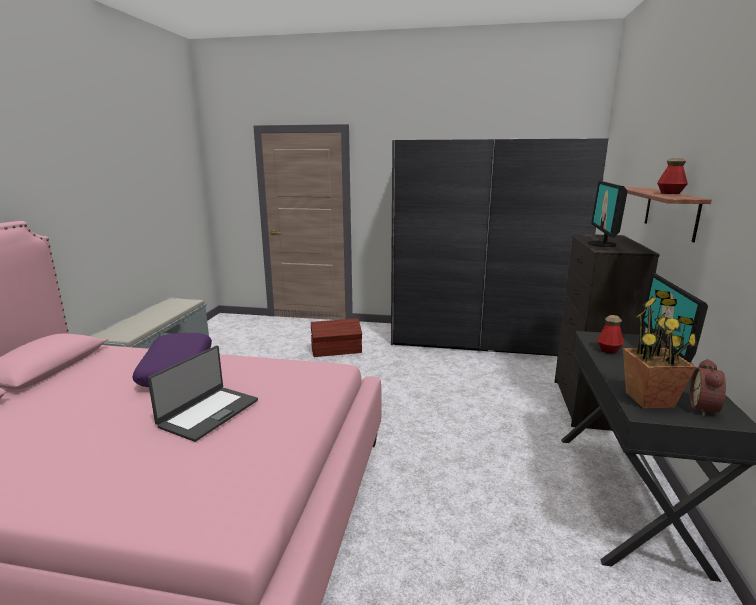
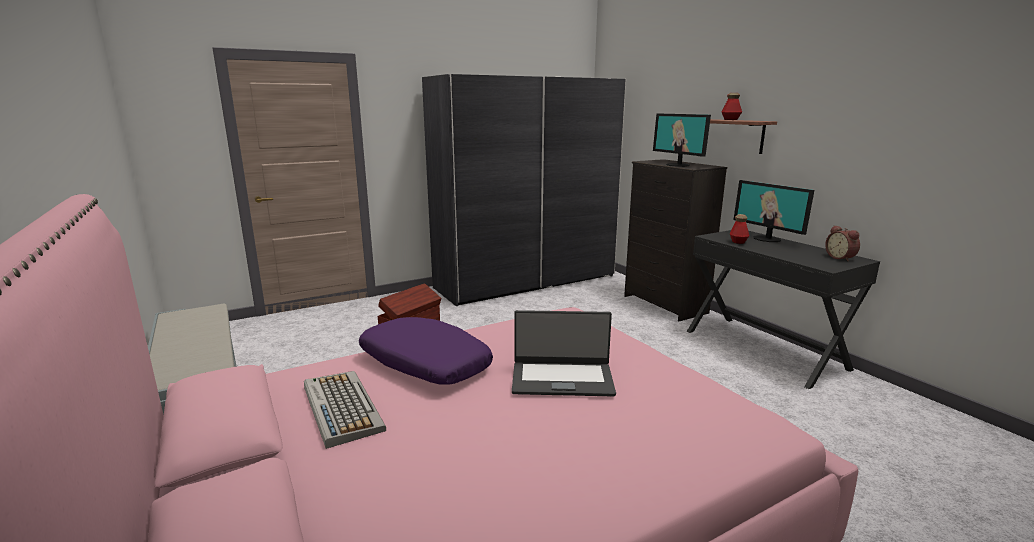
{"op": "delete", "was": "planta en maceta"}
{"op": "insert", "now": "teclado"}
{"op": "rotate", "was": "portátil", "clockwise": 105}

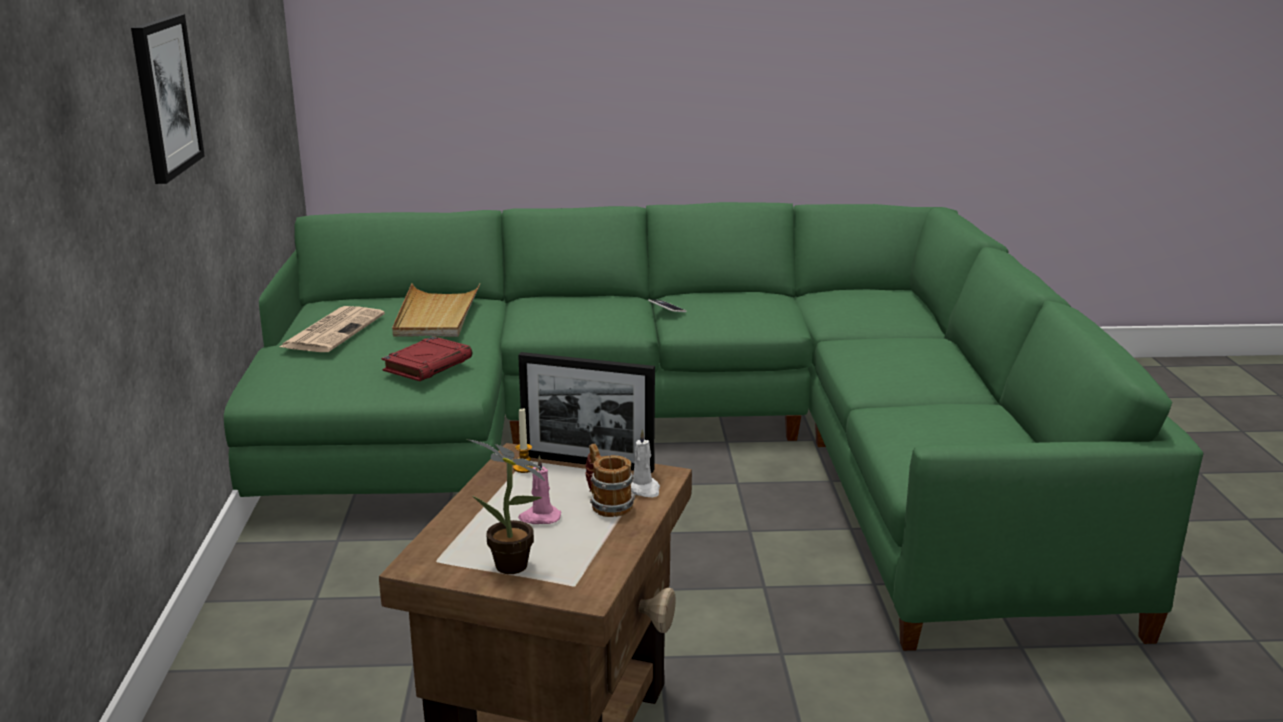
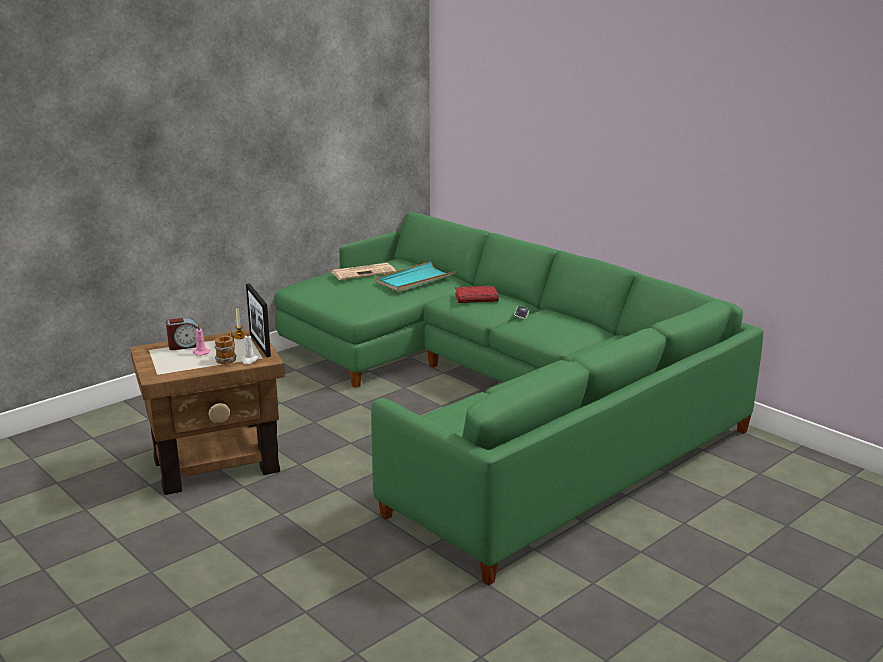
{"op": "delete", "was": "cuadro"}
{"op": "delete", "was": "planta en maceta"}
{"op": "insert", "now": "despertador"}
{"op": "move", "was": "libro (rojo)"}
{"op": "recolor", "was": "bandeja (beis)", "now": "bandeja (turquesa)"}

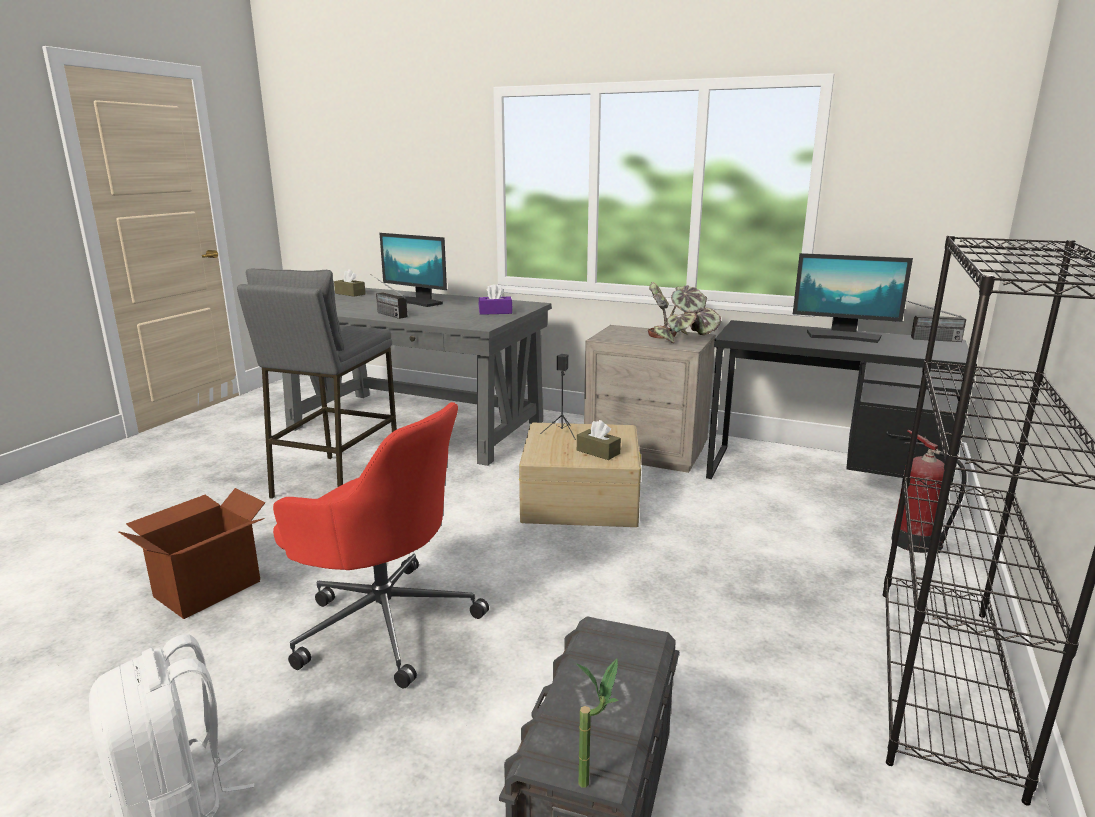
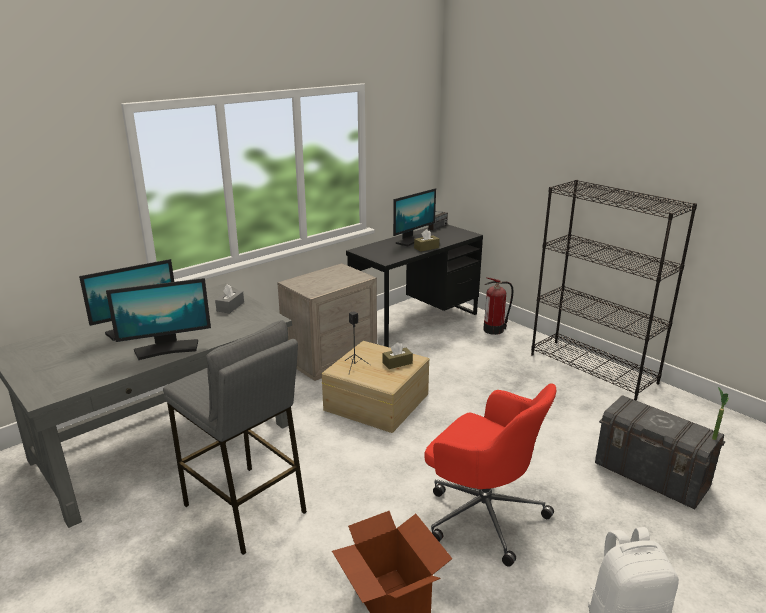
{"op": "delete", "was": "planta en maceta (2nd from left)"}
{"op": "move", "was": "caja de pañuelos (marrón) (1st from left in the first image)", "now": "caja de pañuelos (marrón) (2nd from left)"}
{"op": "replace", "was": "radio (1st from left)", "now": "monitor (2nd from left)"}
{"op": "recolor", "was": "caja de pañuelos (morado)", "now": "caja de pañuelos (gris)"}
{"op": "rotate", "was": "silla de oficina (rojo)", "clockwise": 75}

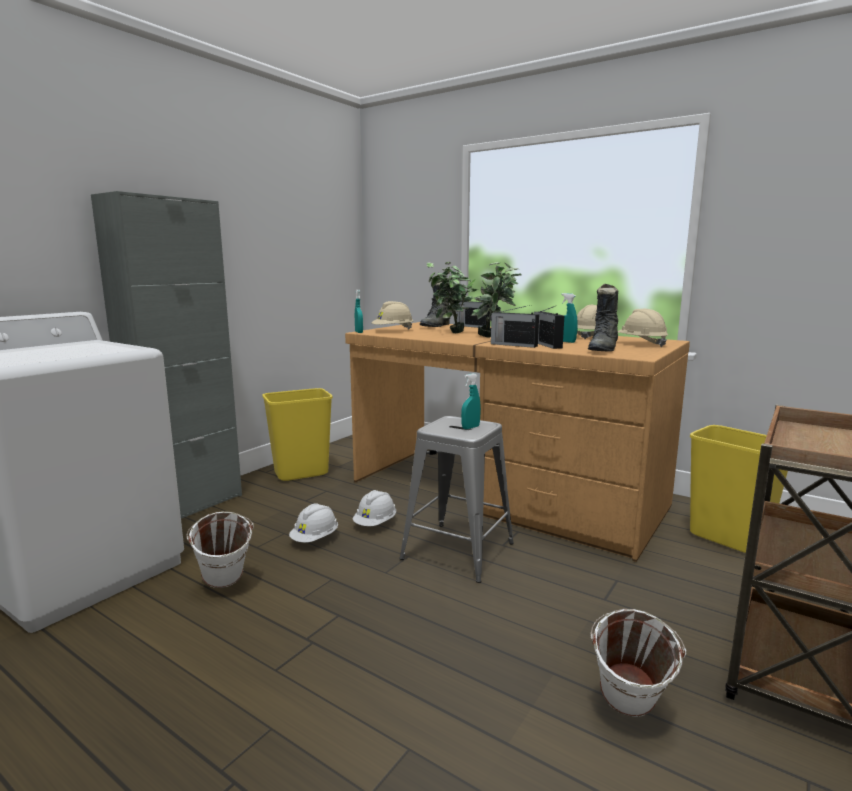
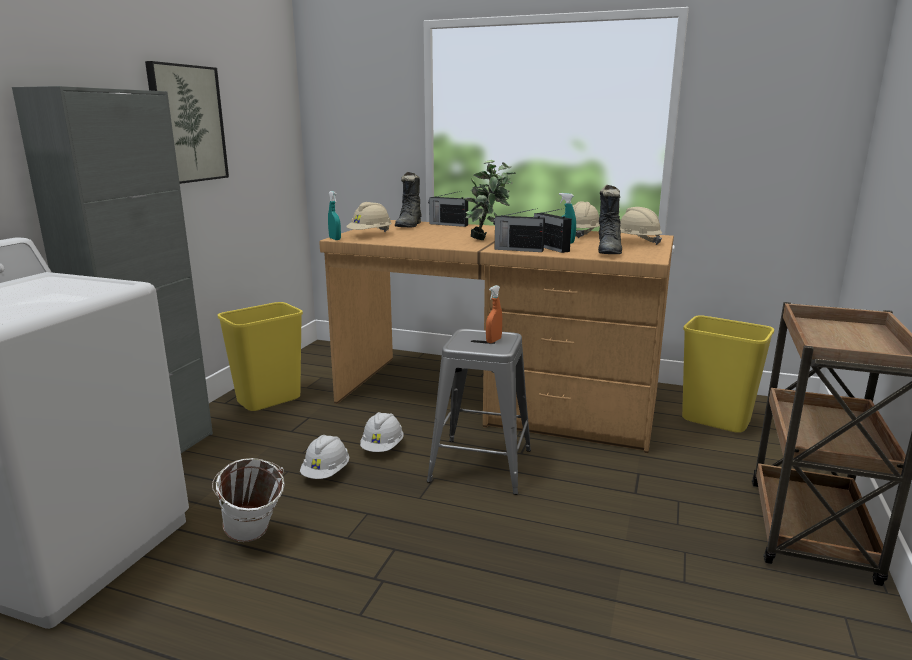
{"op": "delete", "was": "planta en maceta (1st from left)"}
{"op": "delete", "was": "cubo (blanco) (2nd from left)"}
{"op": "insert", "now": "cuadro"}
{"op": "recolor", "was": "pulverizador (turquesa) (2nd from left)", "now": "pulverizador (naranja)"}

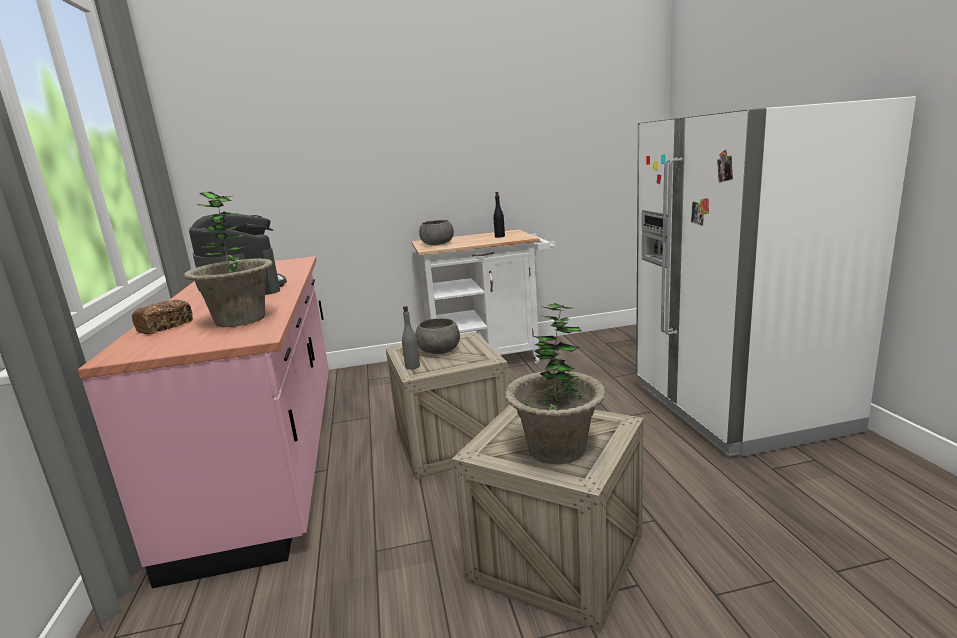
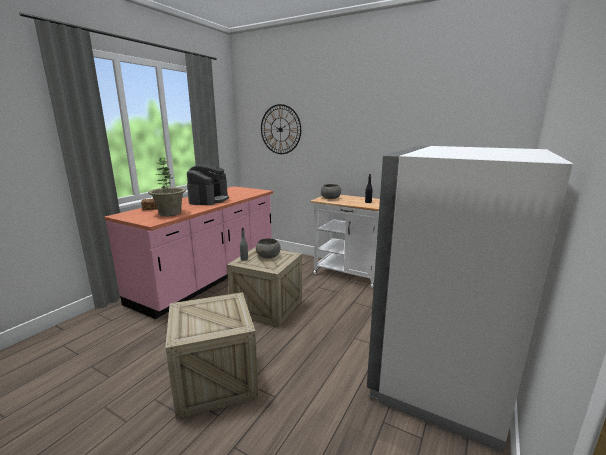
{"op": "delete", "was": "planta en maceta (2nd from left)"}
{"op": "insert", "now": "reloj de pared"}

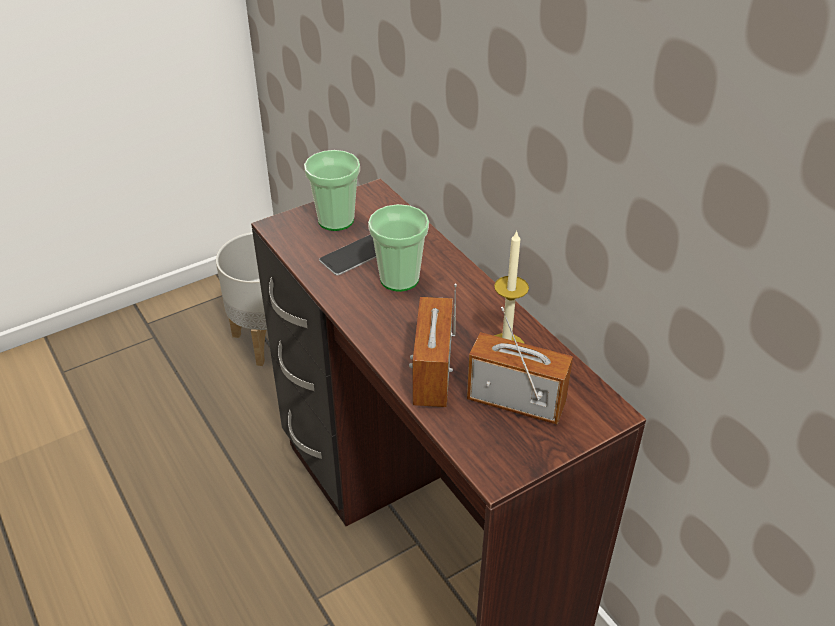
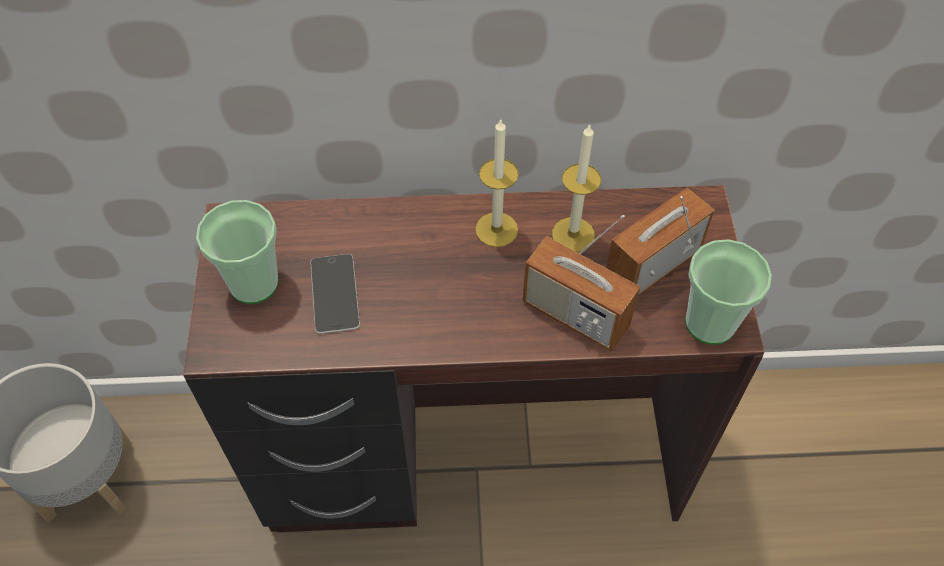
{"op": "insert", "now": "vela (1st from left)"}
{"op": "move", "was": "taza (2nd from left)"}

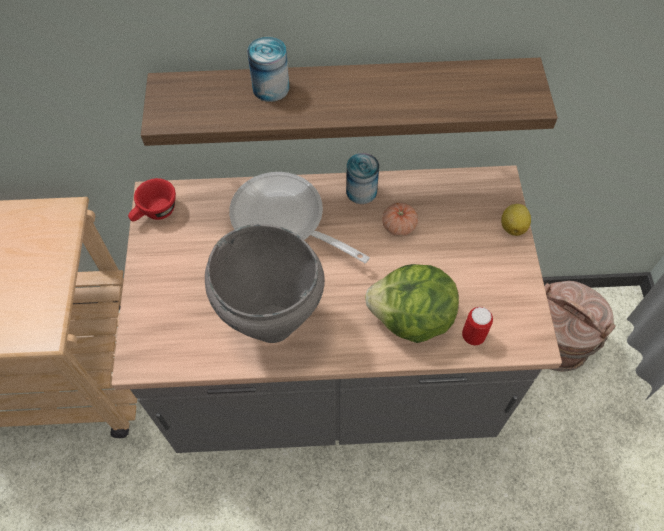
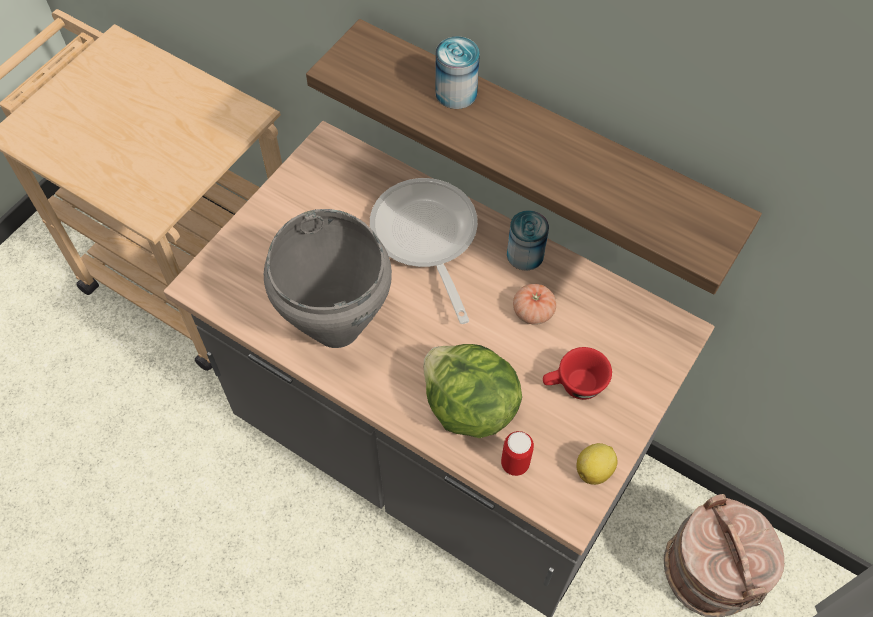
{"op": "move", "was": "taza (rojo)"}
{"op": "move", "was": "limón"}

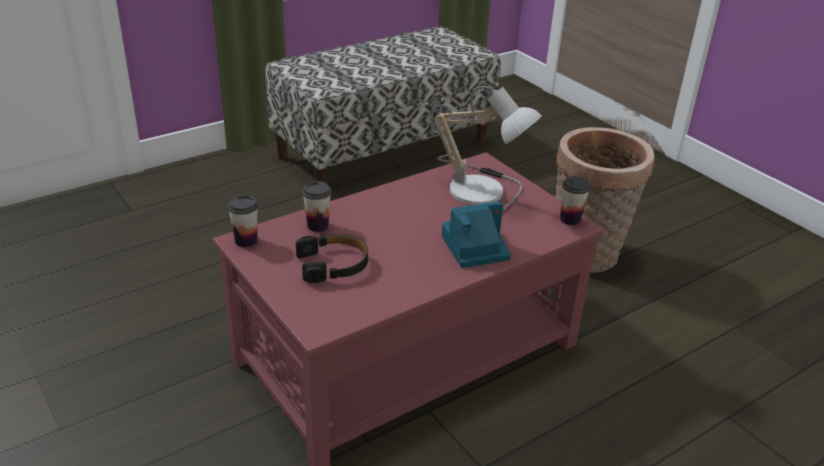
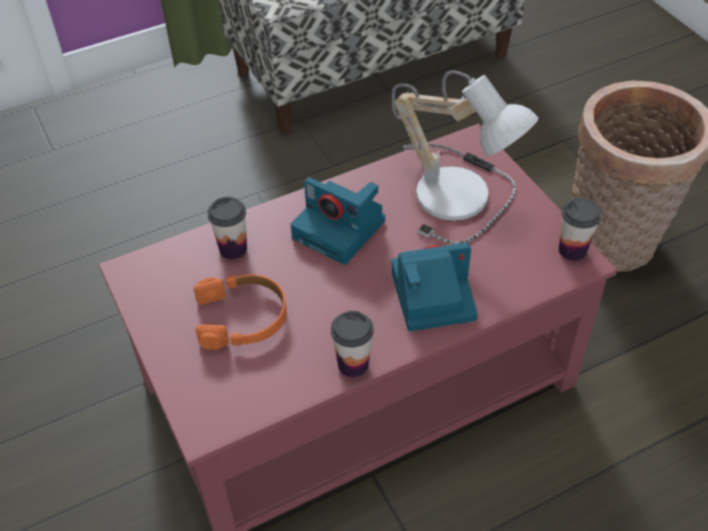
{"op": "insert", "now": "cámara (1st from left)"}
{"op": "move", "was": "taza (1st from left in the first image)", "now": "taza (2nd from left)"}
{"op": "recolor", "was": "auriculares (negro)", "now": "auriculares (naranja)"}

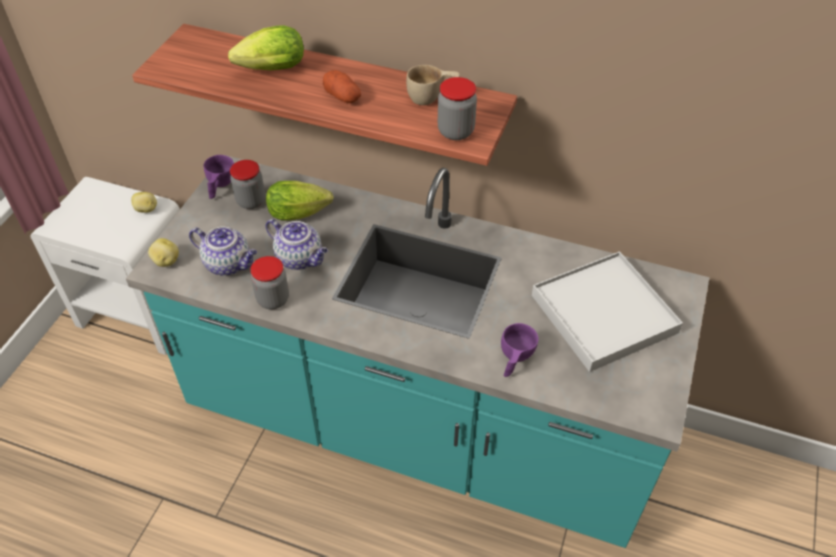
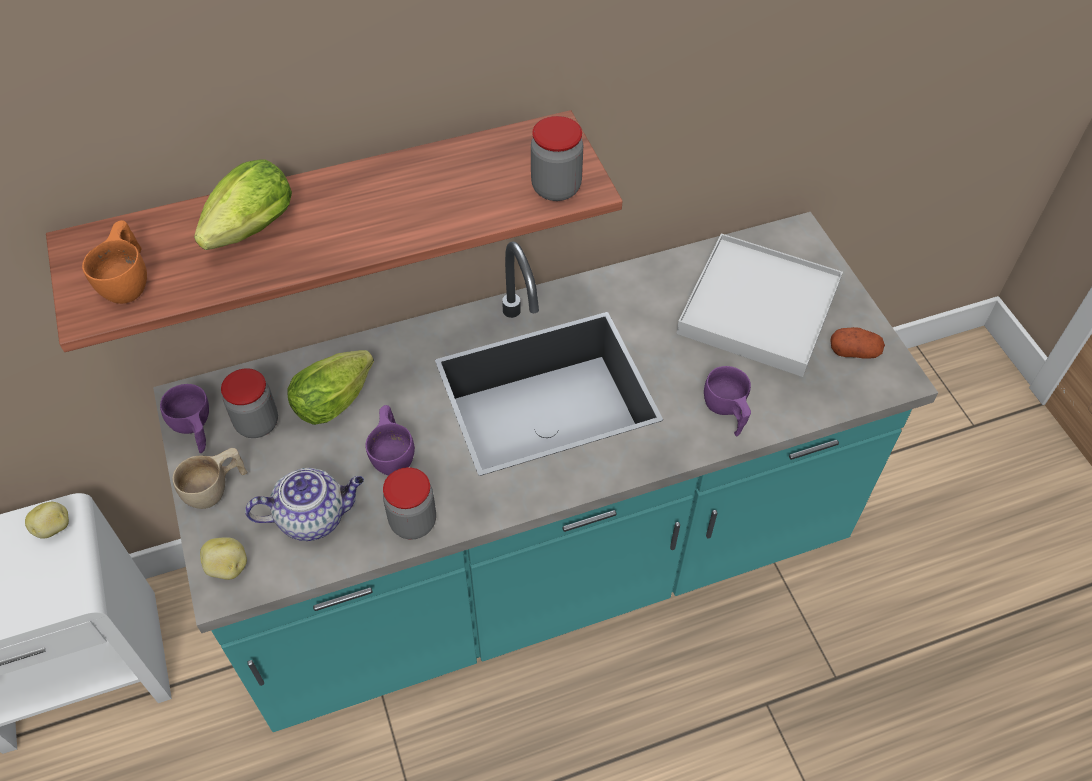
{"op": "insert", "now": "taza (naranja)"}
{"op": "move", "was": "patata (3rd from left)"}
{"op": "move", "was": "taza (beis)"}
{"op": "replace", "was": "tetera (2nd from left)", "now": "taza (morado) (2nd from left)"}

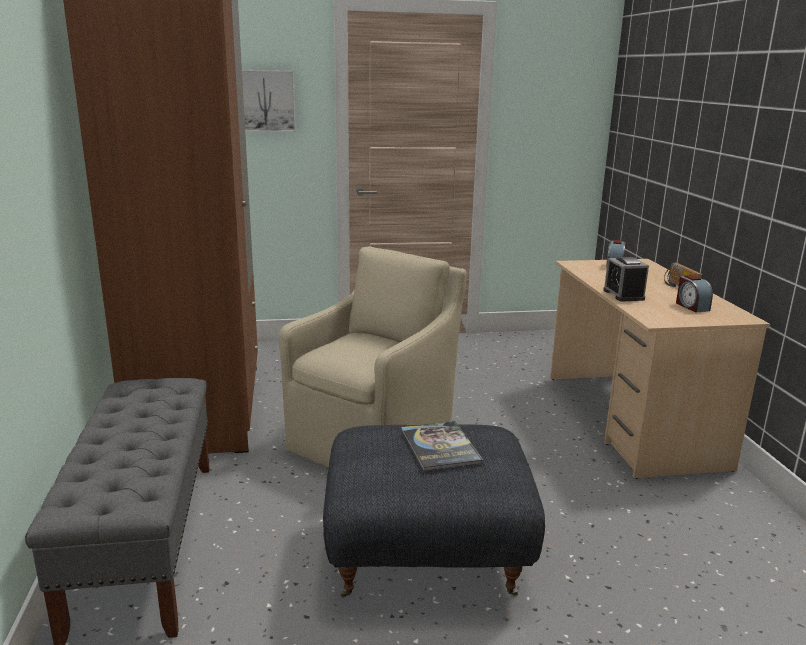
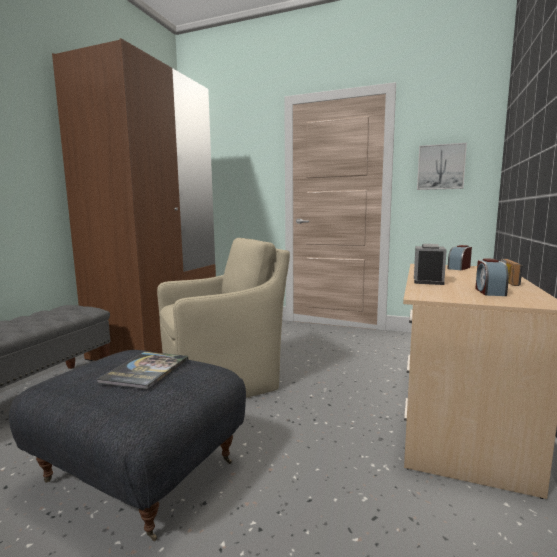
{"op": "move", "was": "cuadro"}

